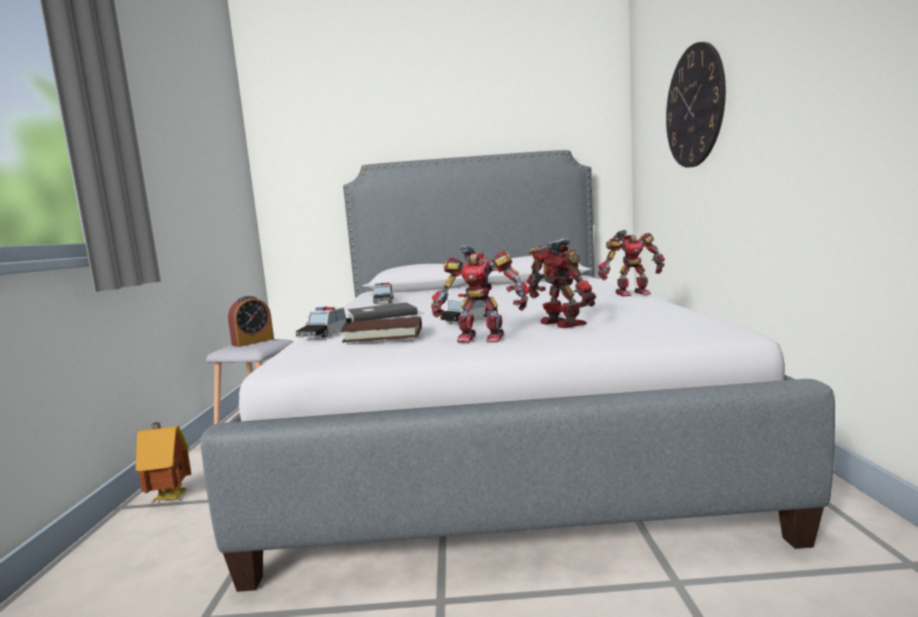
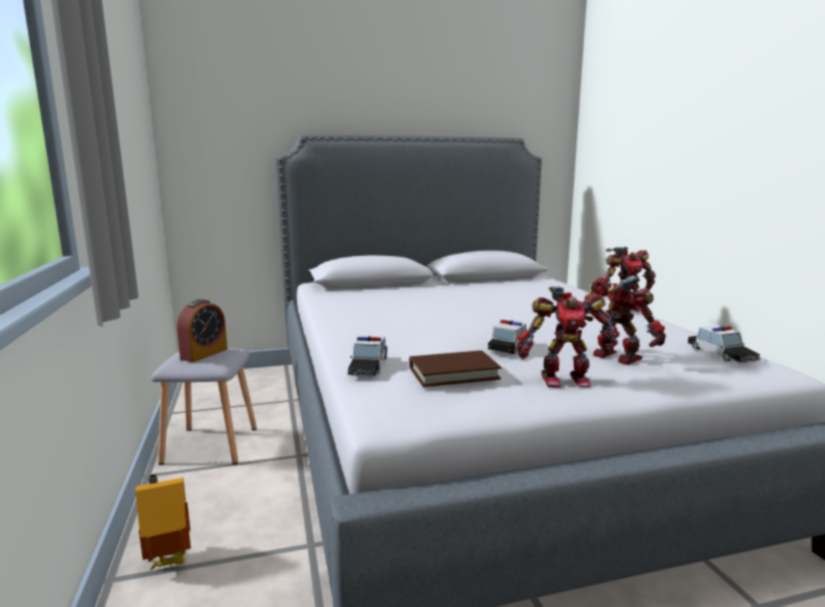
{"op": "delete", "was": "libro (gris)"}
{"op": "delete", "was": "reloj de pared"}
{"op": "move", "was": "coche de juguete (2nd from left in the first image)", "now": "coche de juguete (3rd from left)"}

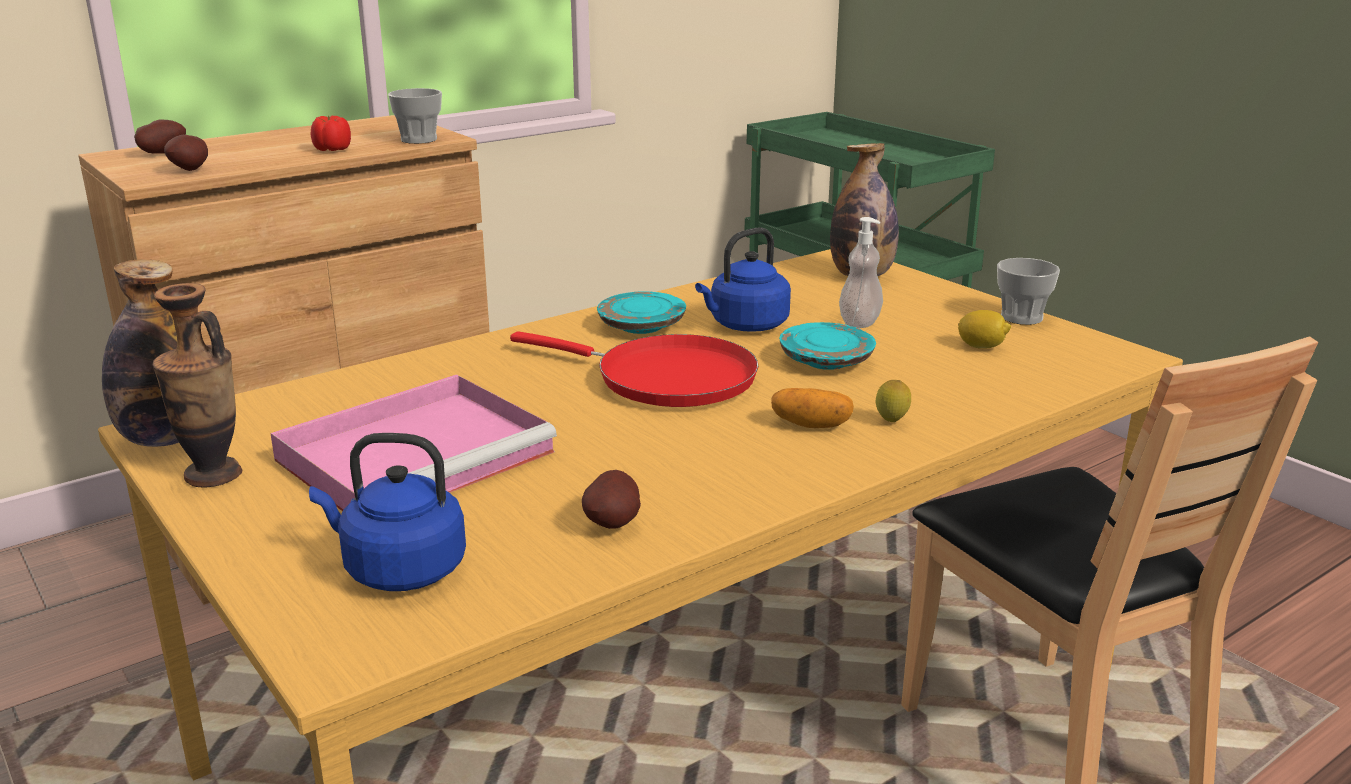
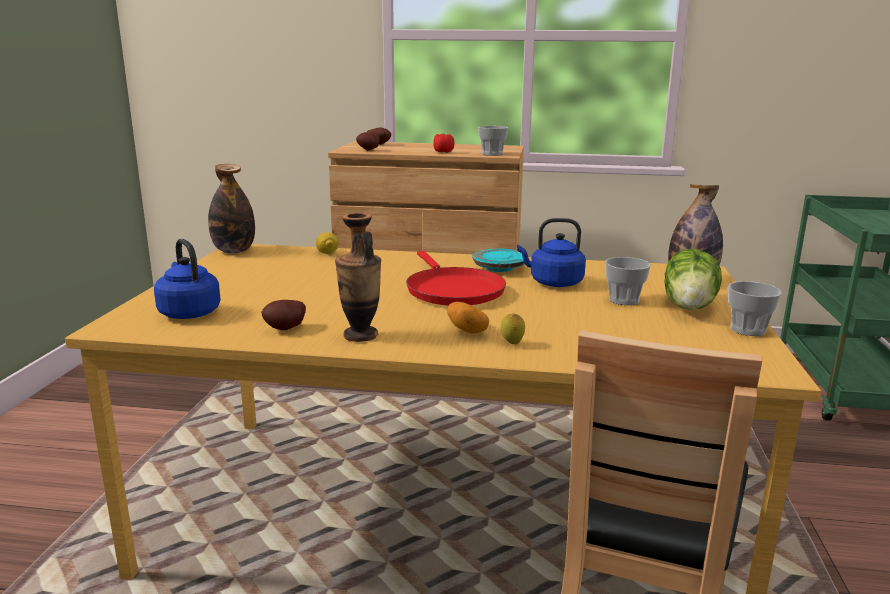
{"op": "delete", "was": "bandeja (rosa)"}
{"op": "delete", "was": "plato (turquesa) (2nd from left)"}
{"op": "insert", "now": "lechuga"}
{"op": "move", "was": "florero"}
{"op": "move", "was": "limón (2nd from left in the first image)", "now": "limón (1st from left)"}
{"op": "replace", "was": "dispensador de jabón", "now": "taza (2nd from left)"}

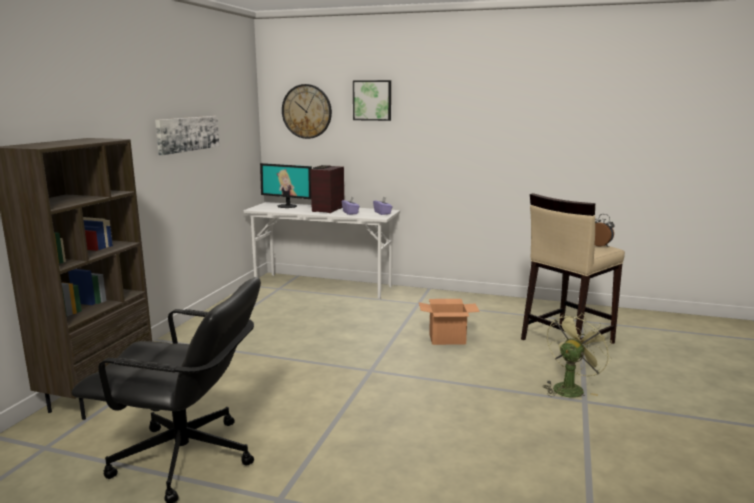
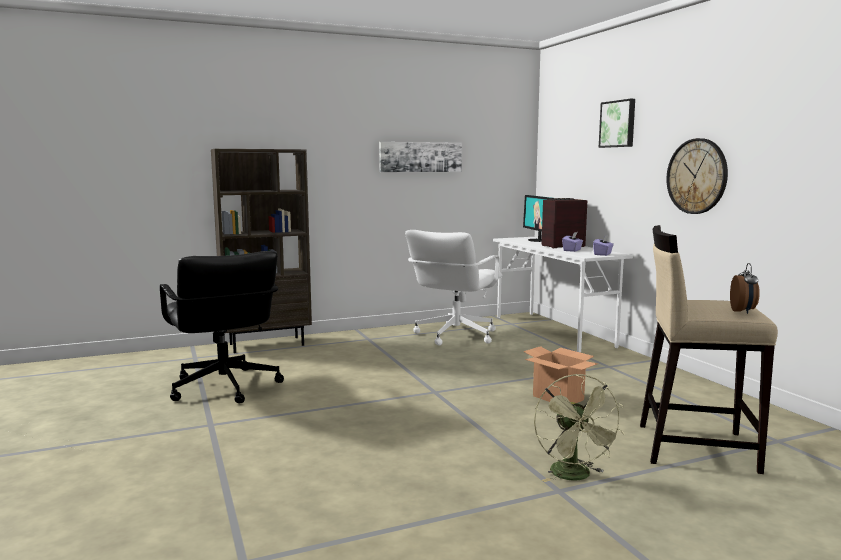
{"op": "insert", "now": "silla de oficina (blanco)"}
{"op": "move", "was": "reloj de pared"}
{"op": "rotate", "was": "ventilador (verde)", "clockwise": 75}

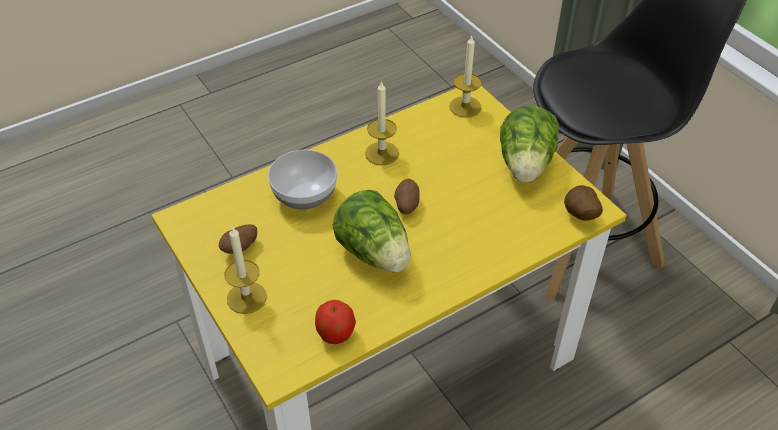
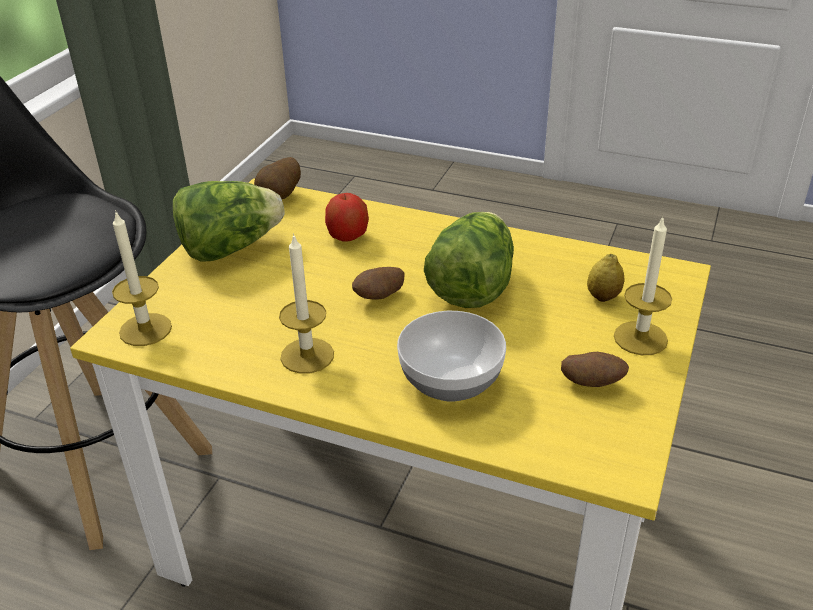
{"op": "insert", "now": "limón"}
{"op": "move", "was": "manzana"}

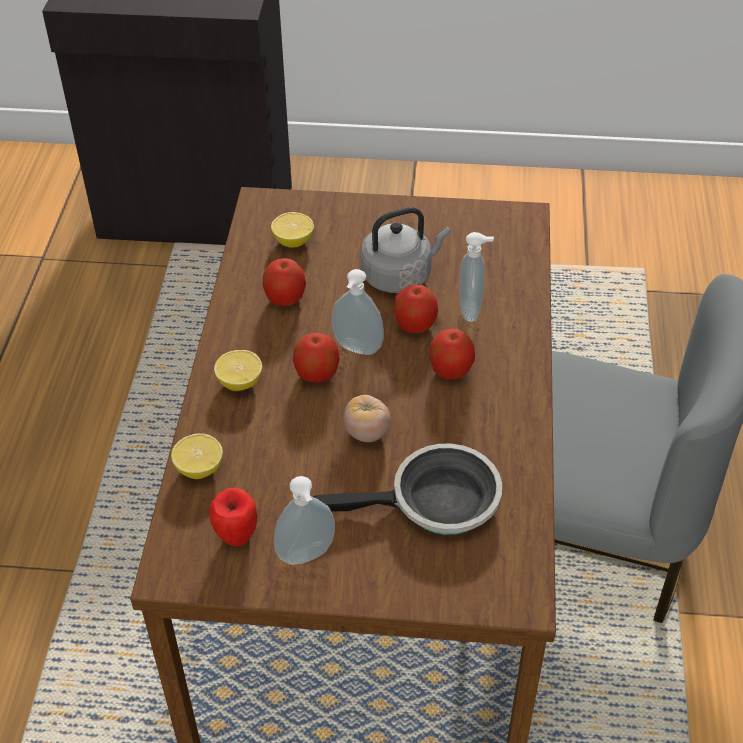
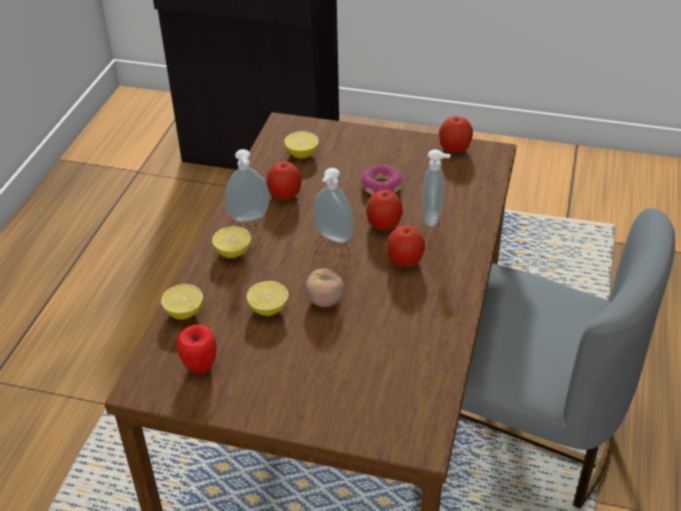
{"op": "delete", "was": "sartén"}
{"op": "insert", "now": "limón (3rd from left)"}
{"op": "move", "was": "dispensador de jabón (1st from left)"}
{"op": "move", "was": "manzana (3rd from left in the first image)", "now": "manzana (5th from left)"}
{"op": "replace", "was": "hervidor (gris)", "now": "rosquilla"}

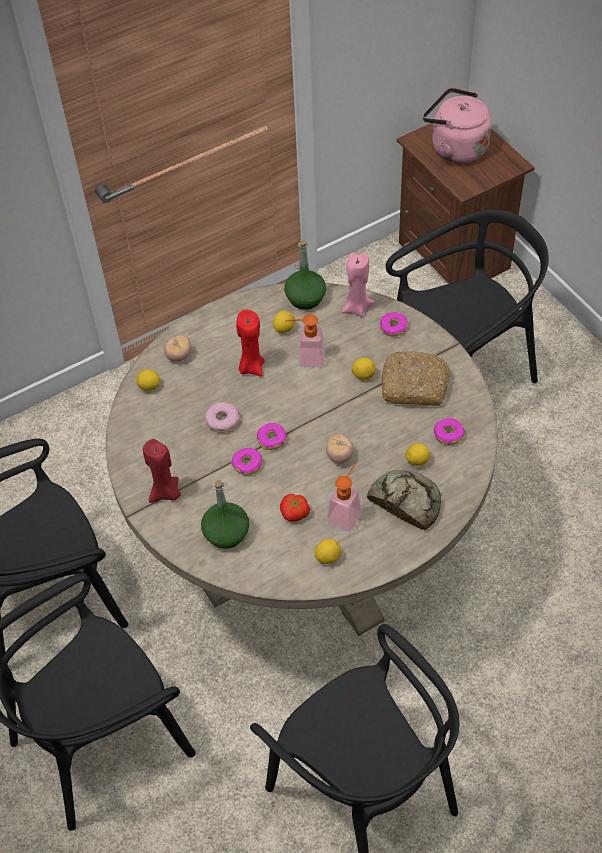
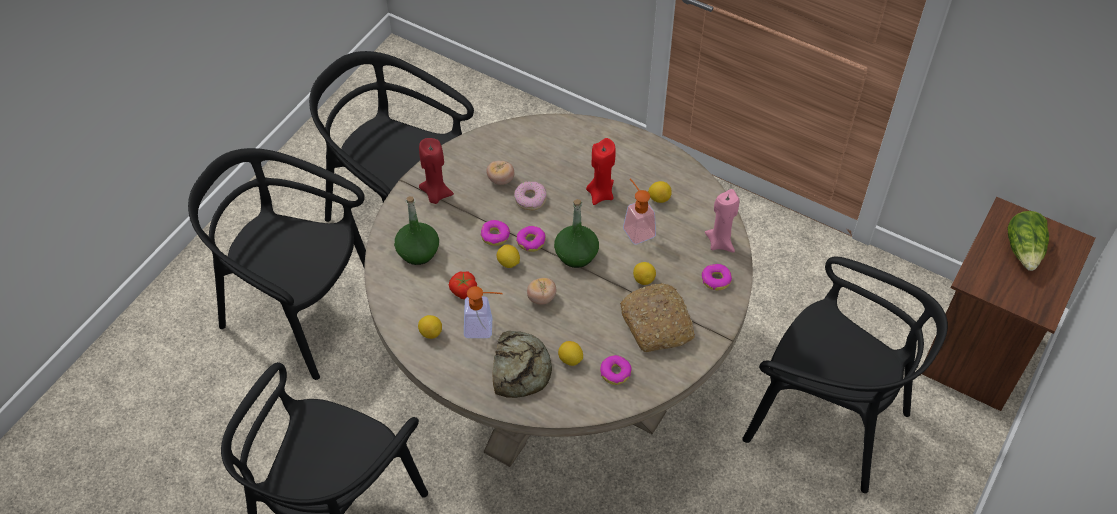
{"op": "move", "was": "limón (1st from left in the first image)", "now": "limón (2nd from left)"}
{"op": "move", "was": "tomate (1st from left in the first image)", "now": "tomate (2nd from left)"}
{"op": "move", "was": "botella (verde) (2nd from left)"}
{"op": "replace", "was": "hervidor (rosa)", "now": "lechuga"}

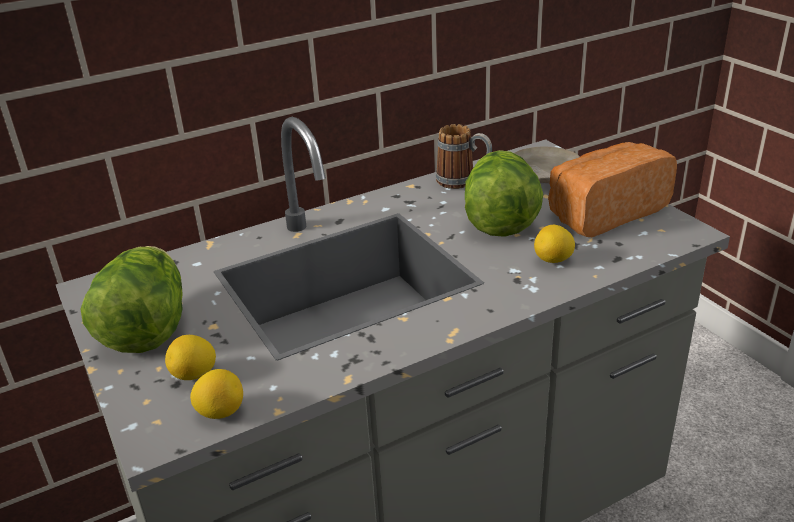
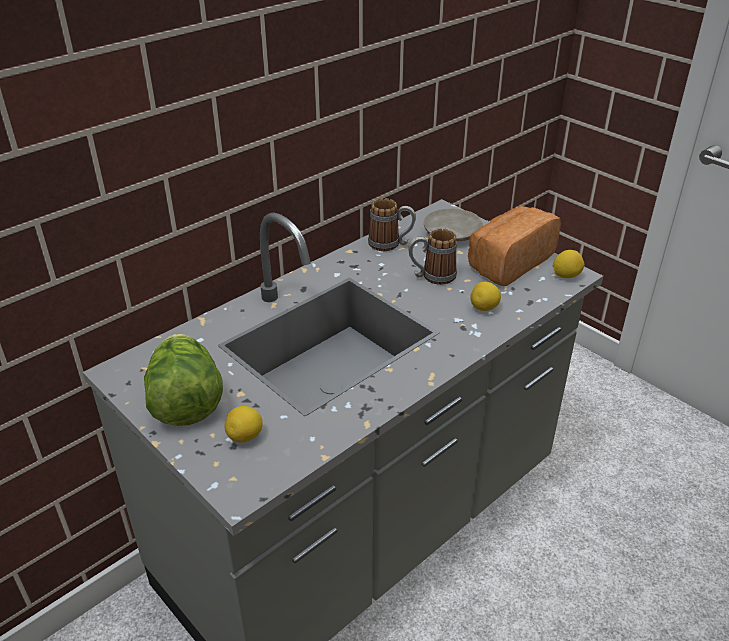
{"op": "move", "was": "limón (2nd from left in the first image)", "now": "limón (3rd from left)"}
{"op": "replace", "was": "lechuga (2nd from left)", "now": "taza grande (2nd from left)"}

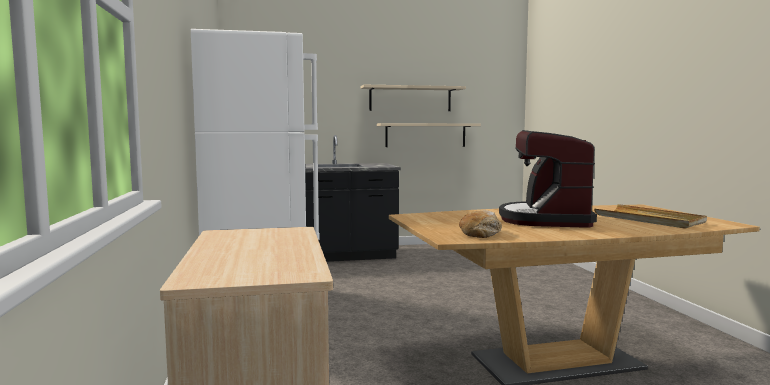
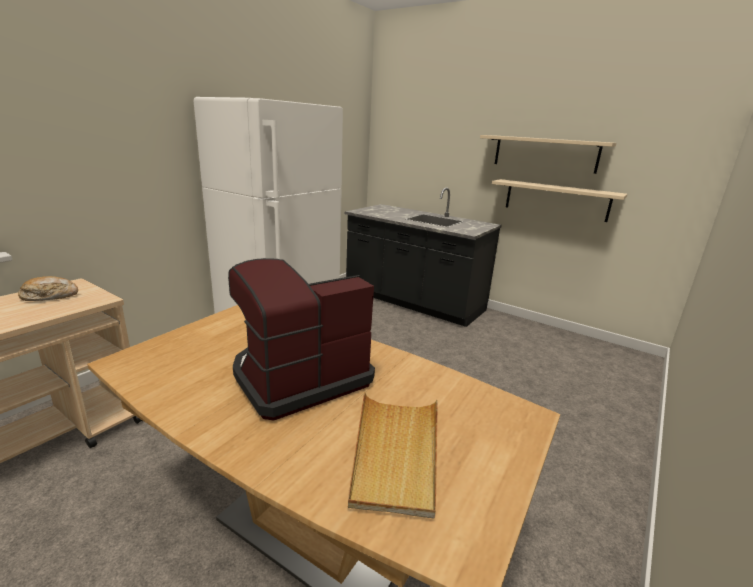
{"op": "move", "was": "pan"}

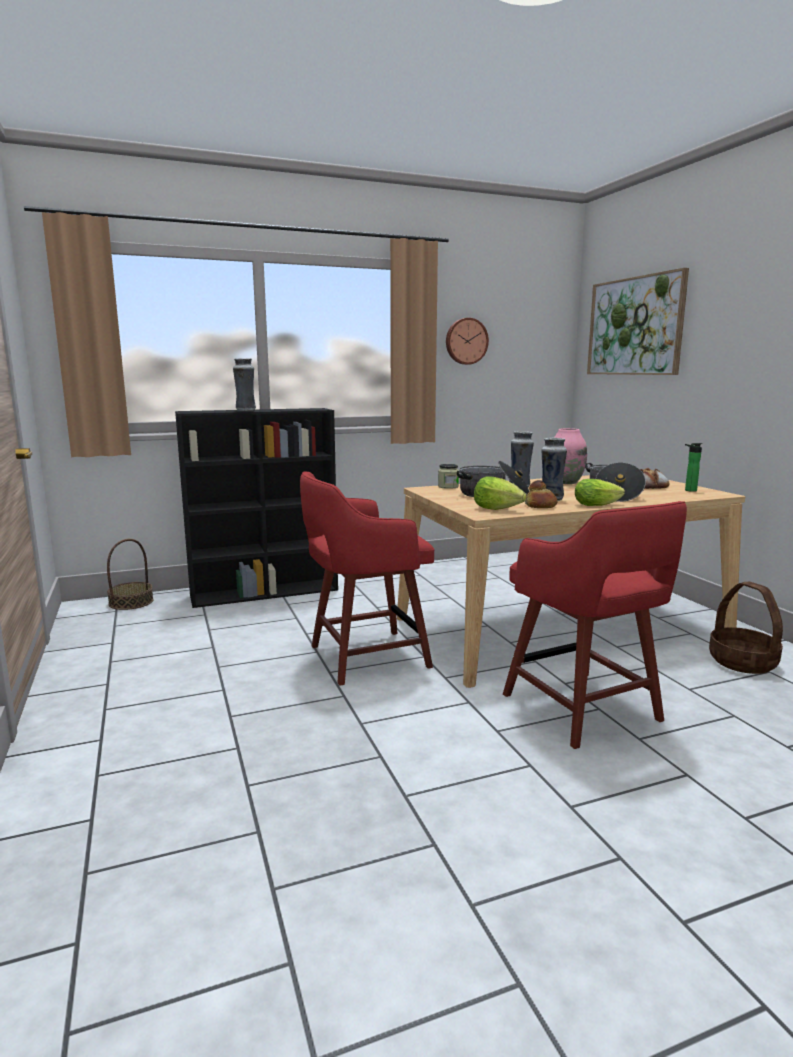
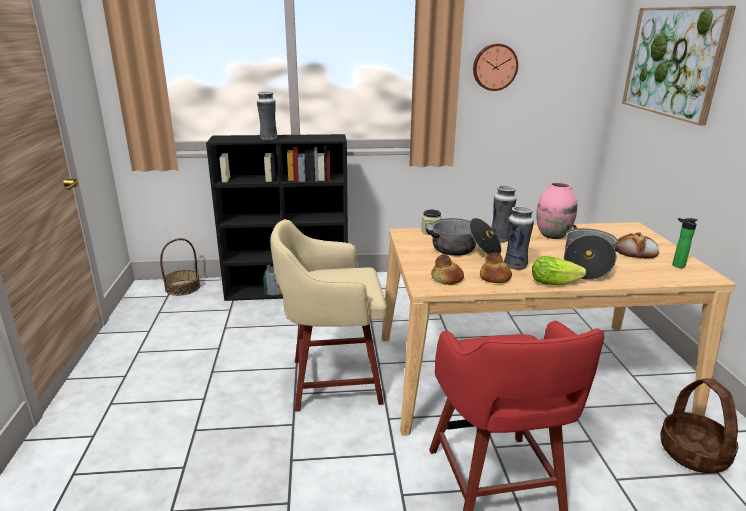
{"op": "replace", "was": "lechuga (1st from left)", "now": "pan (1st from left)"}
{"op": "recolor", "was": "taburete (rojo) (1st from left)", "now": "taburete (beis)"}

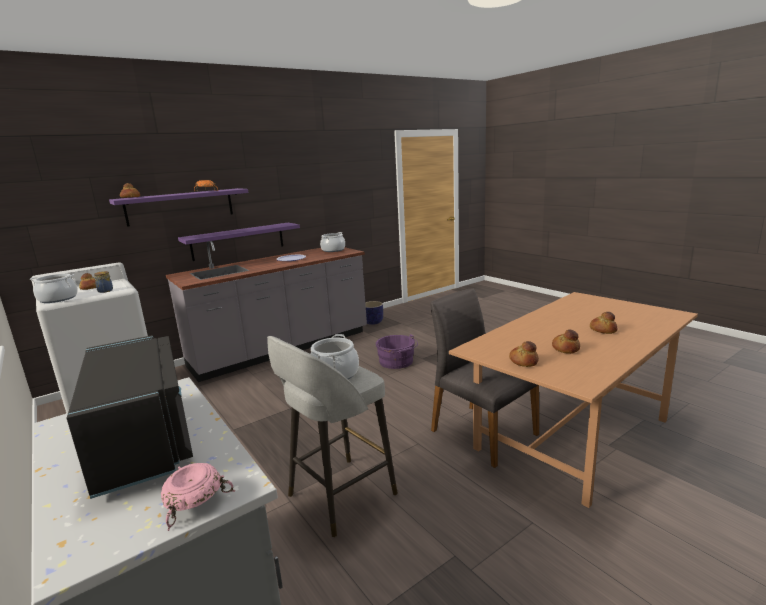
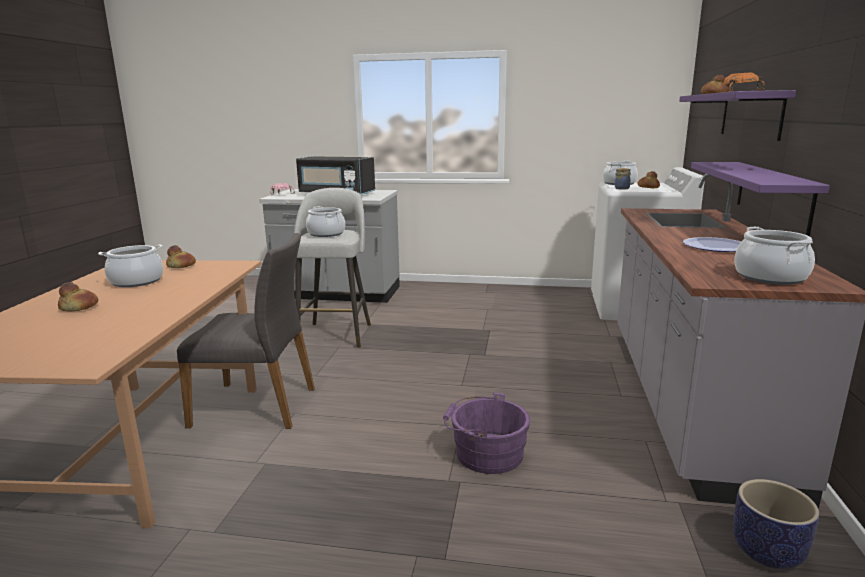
{"op": "replace", "was": "pan (4th from left)", "now": "olla (1st from left)"}

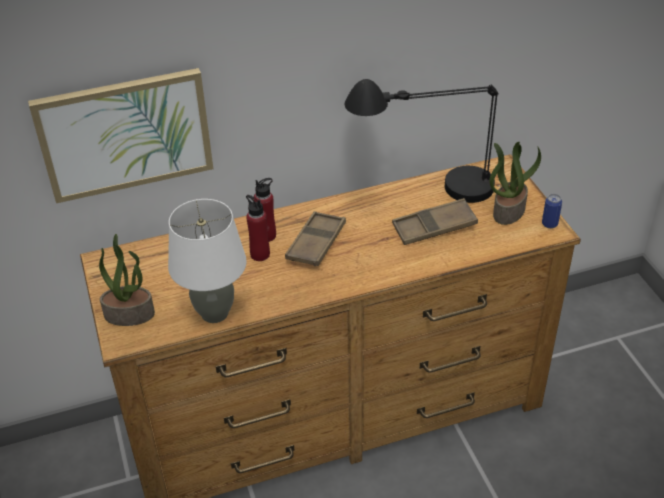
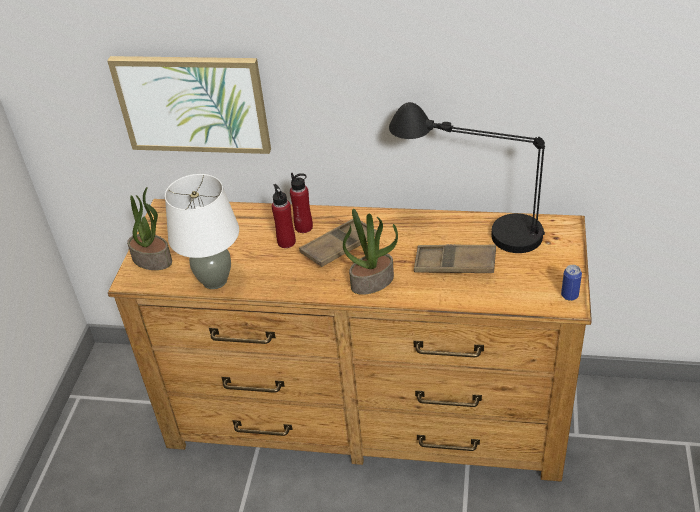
{"op": "move", "was": "planta en maceta (2nd from left)"}

